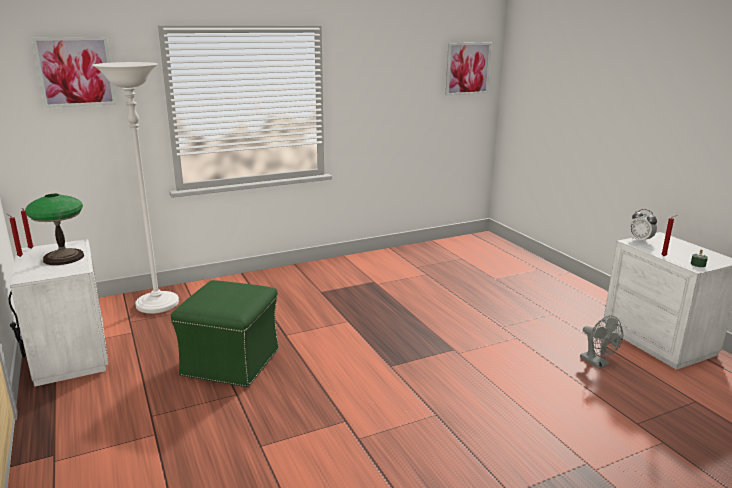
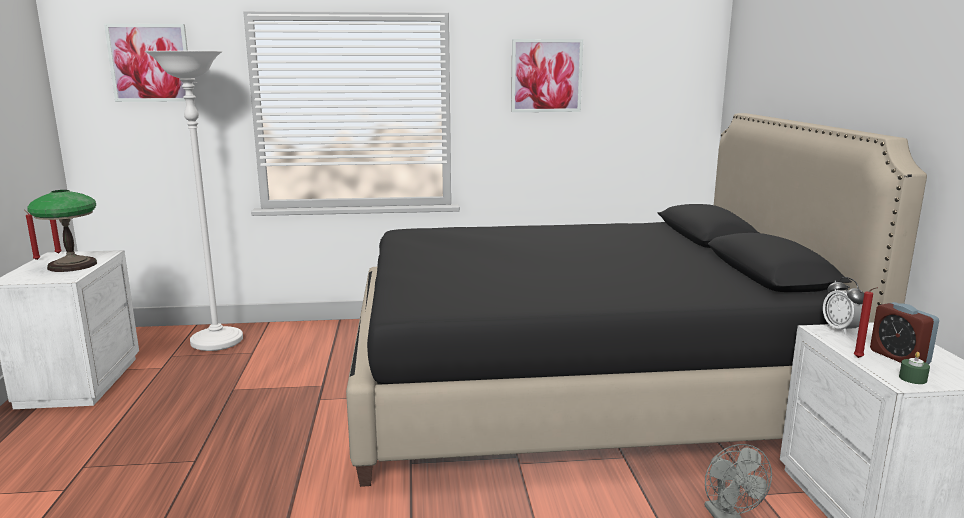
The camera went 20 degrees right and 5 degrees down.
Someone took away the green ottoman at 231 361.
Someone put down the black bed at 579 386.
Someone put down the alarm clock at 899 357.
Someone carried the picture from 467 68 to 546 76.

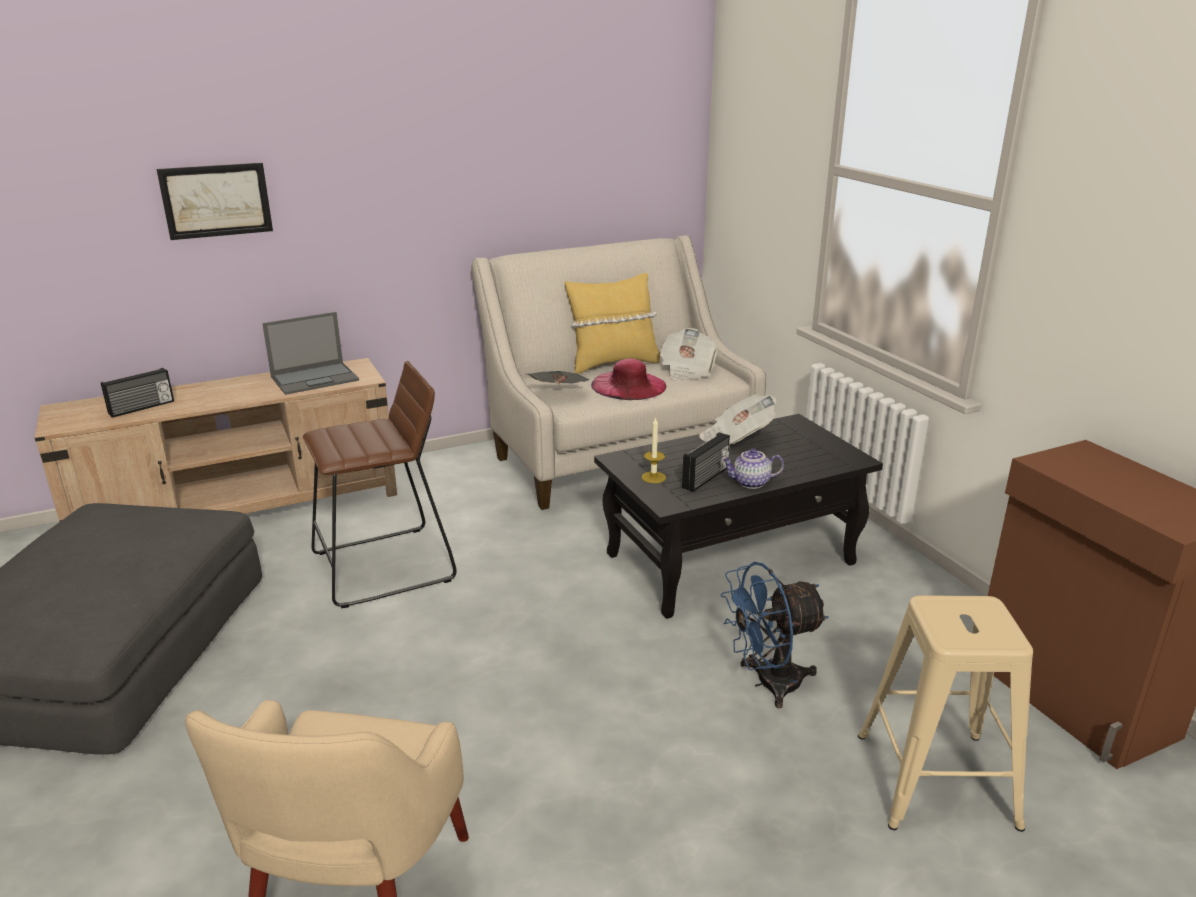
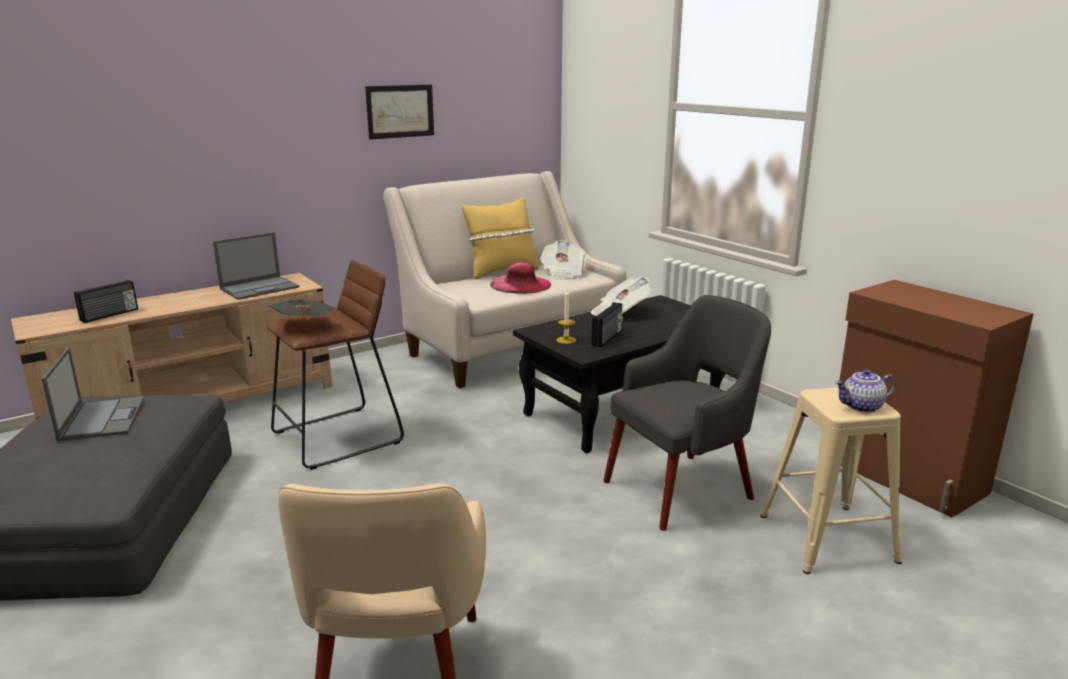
The camera went 10 degrees left and 5 degrees down.
Someone put down the laptop at 102 418.
Someone carried the picture from 216 200 to 400 111.
Someone carried the newspaper from 559 394 to 306 326.
Someone carried the teapot from 750 483 to 862 407.
Someone swapped the blue fan at 767 684 for the grey armchair at 680 489.

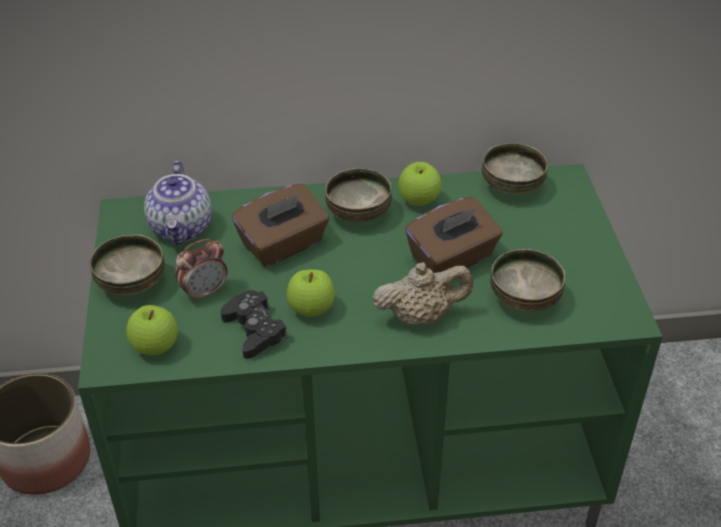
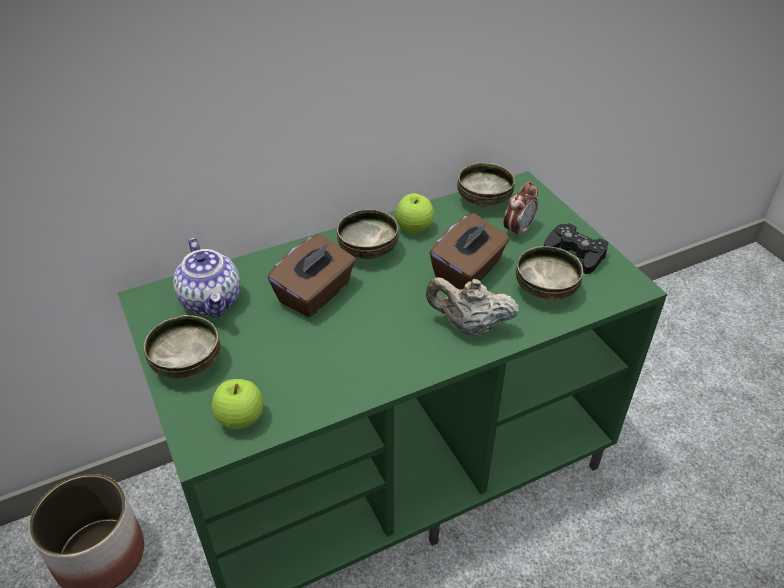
The camera went 20 degrees left and 0 degrees up.
Someone took away the apple at 311 309.
Someone carried the alarm clock from 204 292 to 518 231.
Someone carried the black game controller from 254 330 to 575 254.
Someone rotated the beige teapot at 421 316 by 135 degrees counterclockwise.

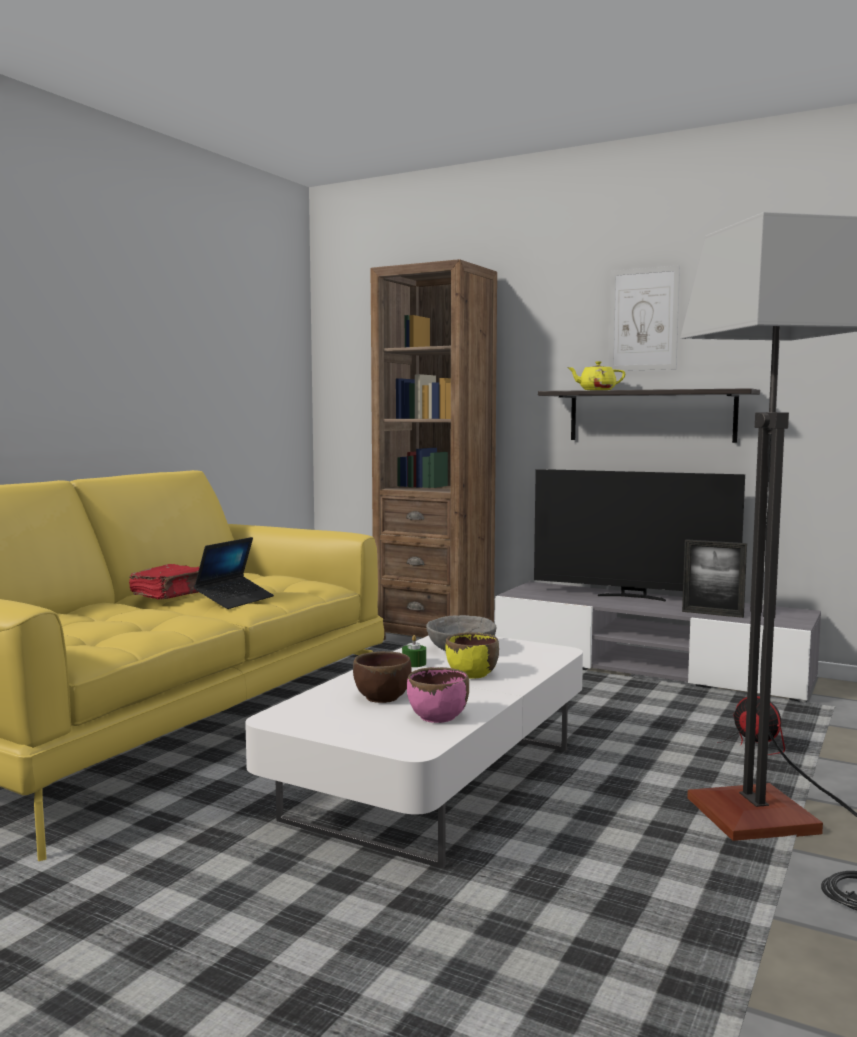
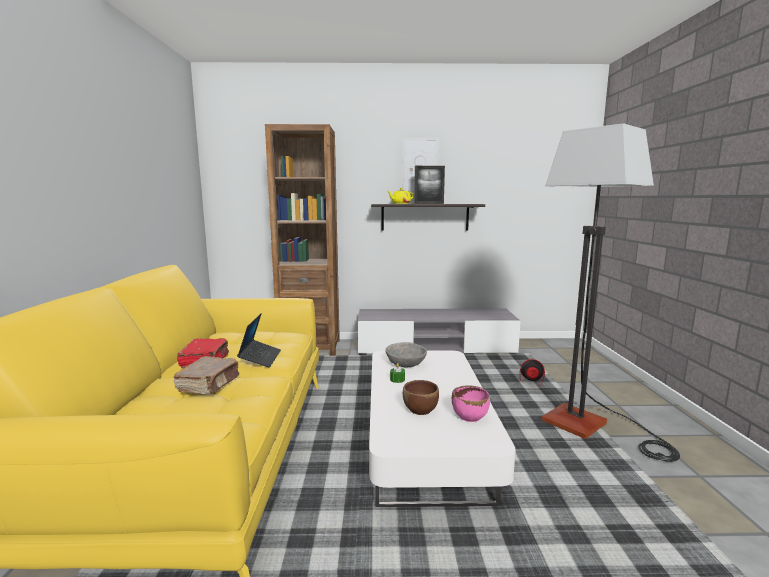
The camera went 30 degrees left and 5 degrees up.
Someone took away the yellow bowl at 471 674.
Someone took away the television at 633 597.
Someone put down the brown book at 209 385.
Someone carried the picture frame from 712 614 to 429 203.

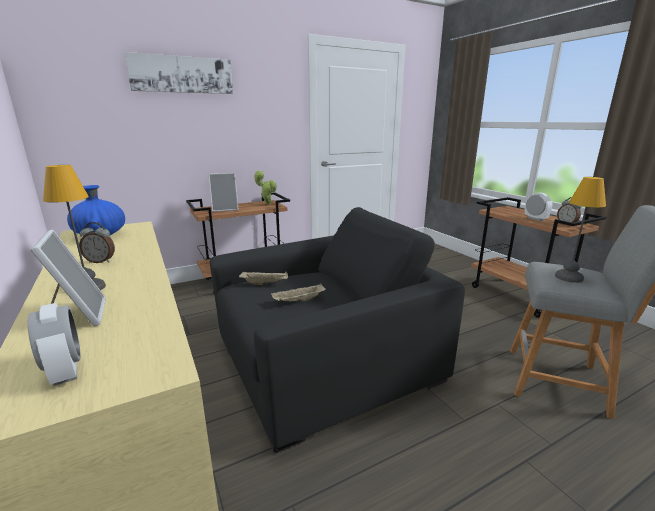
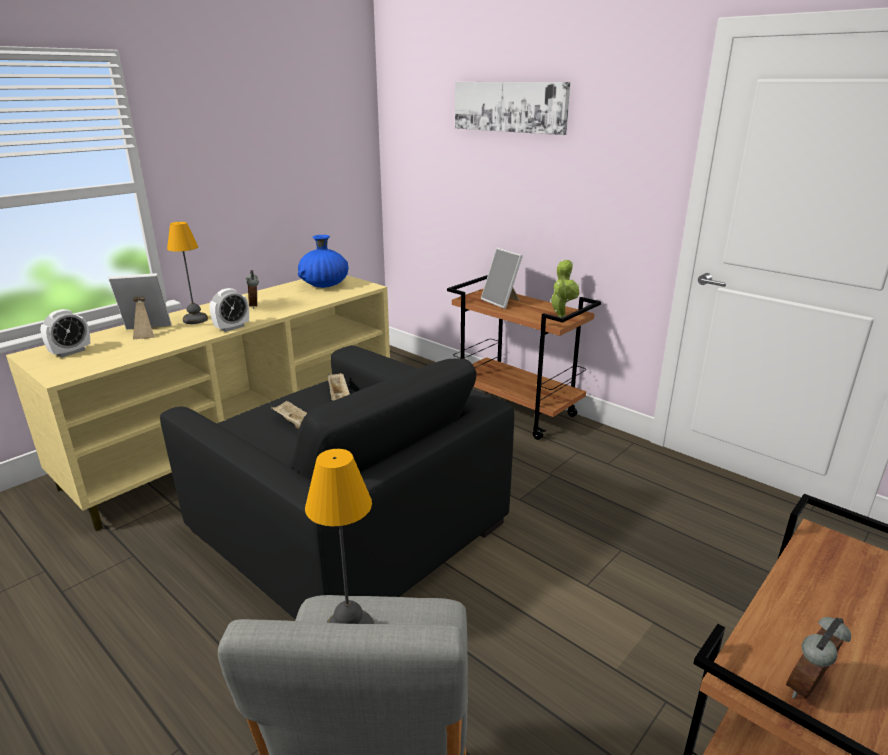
The camera went 70 degrees right and 5 degrees up.
Someone carried the alarm clock from 535 219 to 232 327.
Someone rotated the picture frame at 78 316 by 150 degrees counterclockwise.

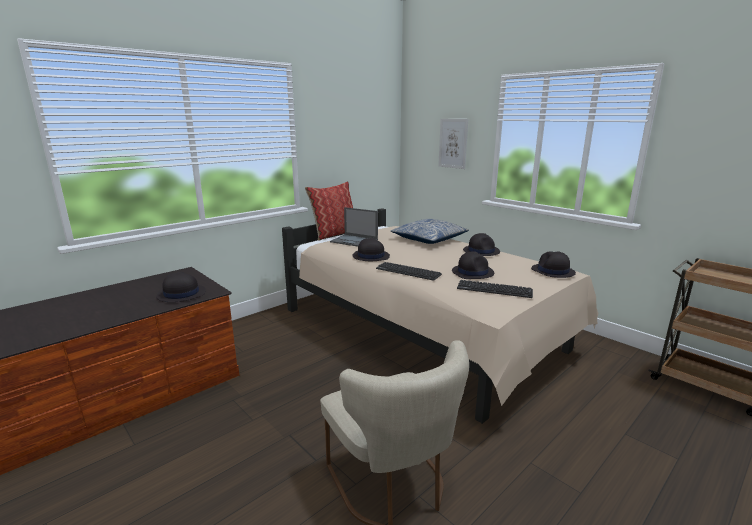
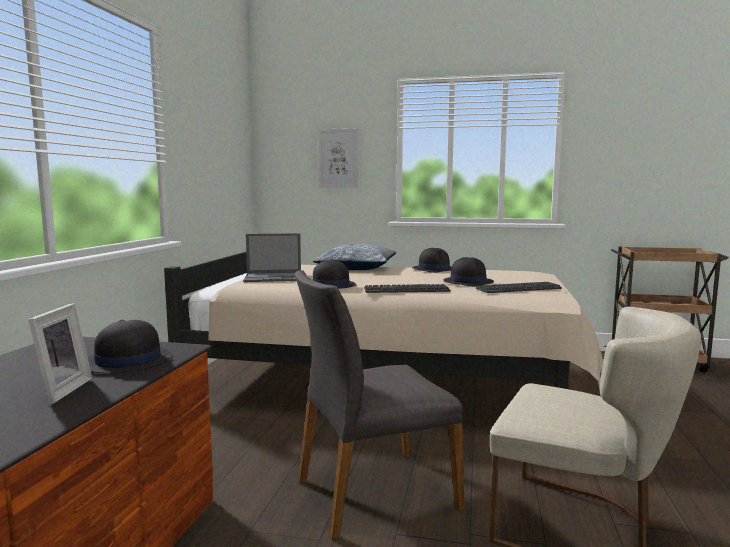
The camera went 35 degrees left and 10 degrees down.
Someone took away the pillow at 334 234.
Someone took away the black hat at 552 271.
Someone put down the picture frame at 59 390.
Someone put down the grey chair at 373 493.

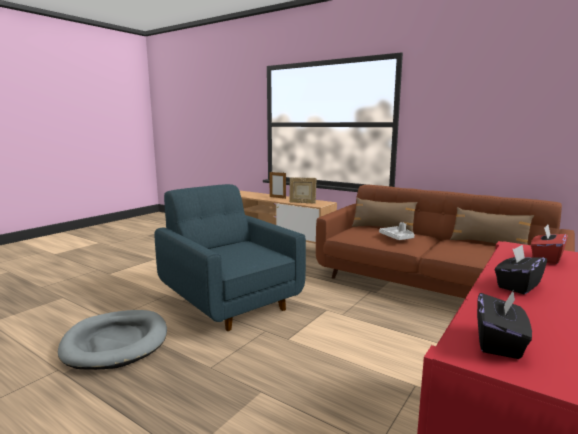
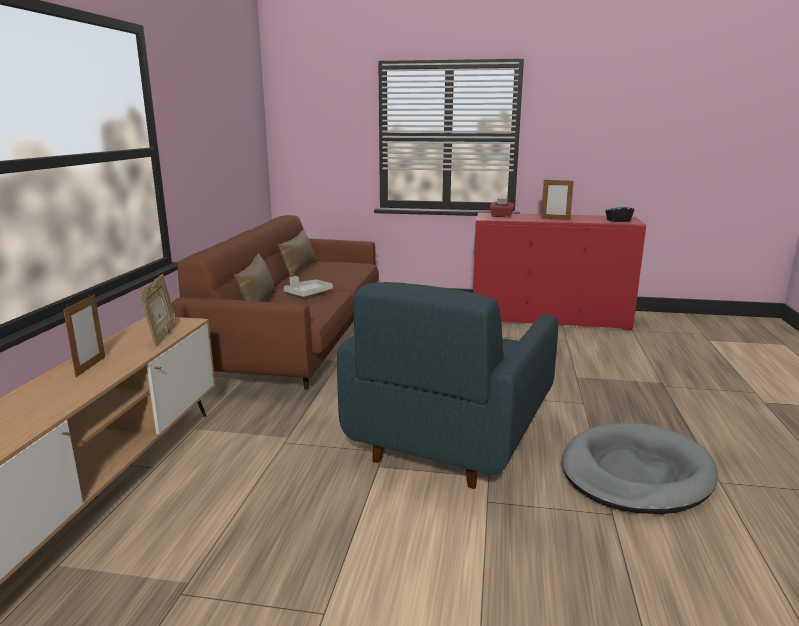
The camera went 115 degrees left and 5 degrees up.
Someone swapped the black tissue box at 517 285 for the picture frame at 555 219.

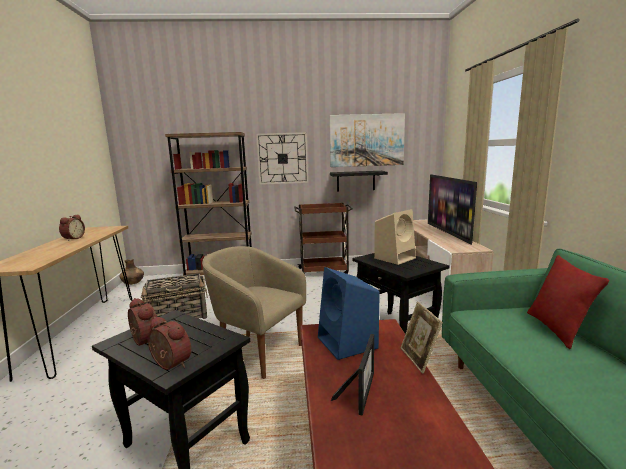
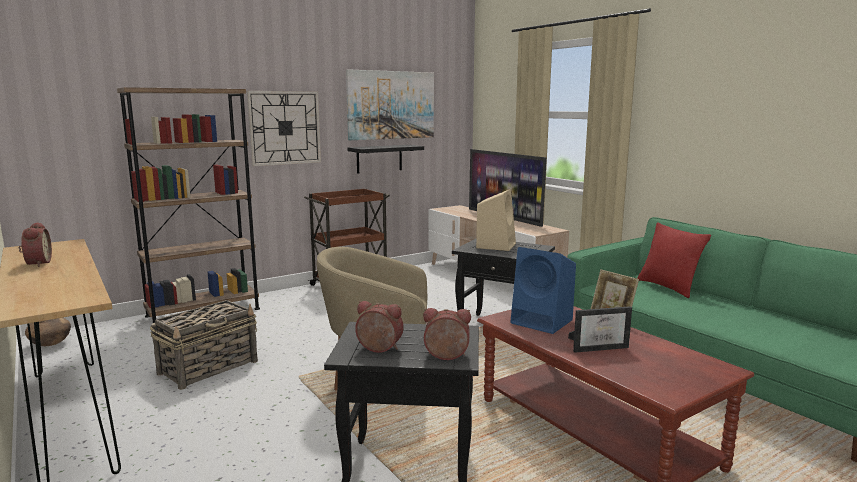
The camera went 30 degrees left and 0 degrees up.
Someone rotated the picture frame at 360 390 by 90 degrees clockwise.

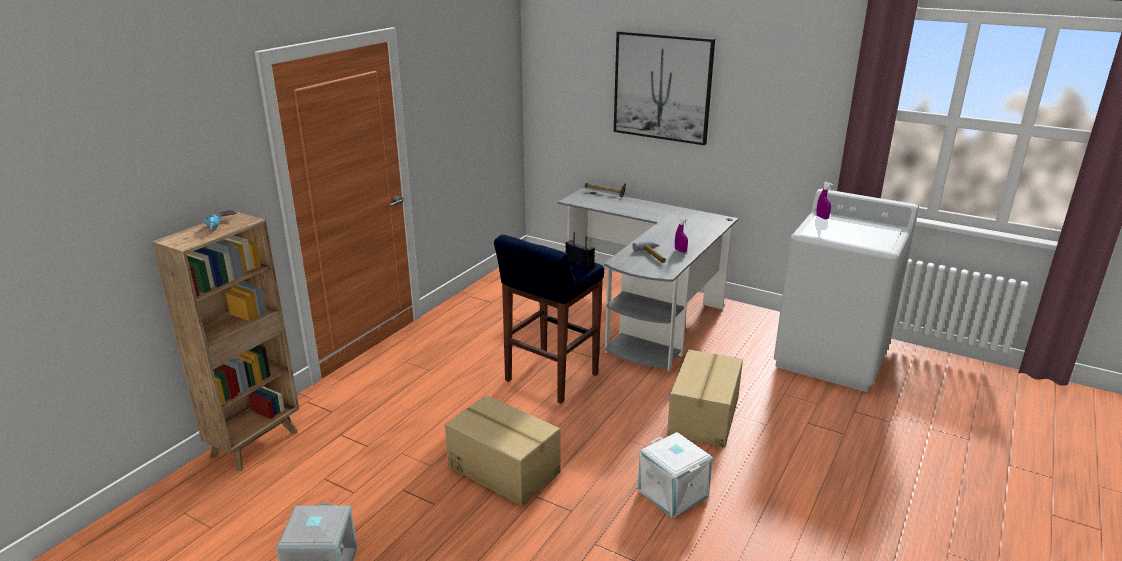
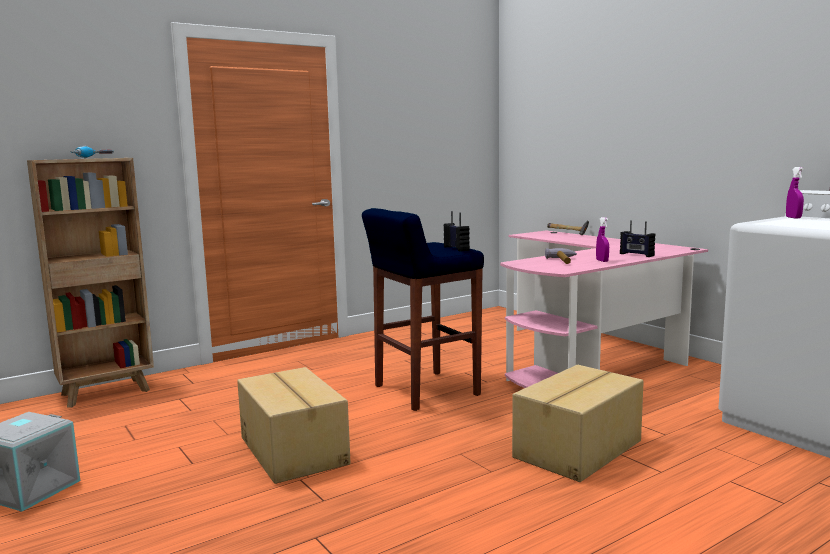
The camera went 25 degrees right and 15 degrees down.
Someone took away the picture at 662 87.
Someone took away the white storage box at 674 493.
Someone put down the radio at 636 255.
Someone repainted the grey desk at 648 311, which became the pink desk at 589 357.

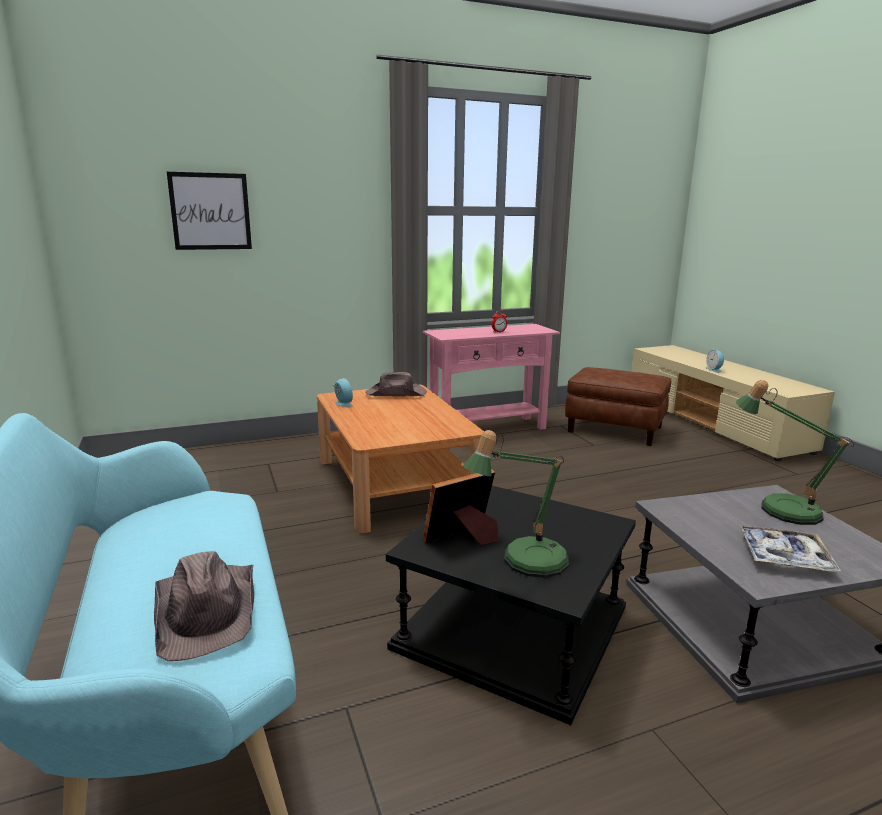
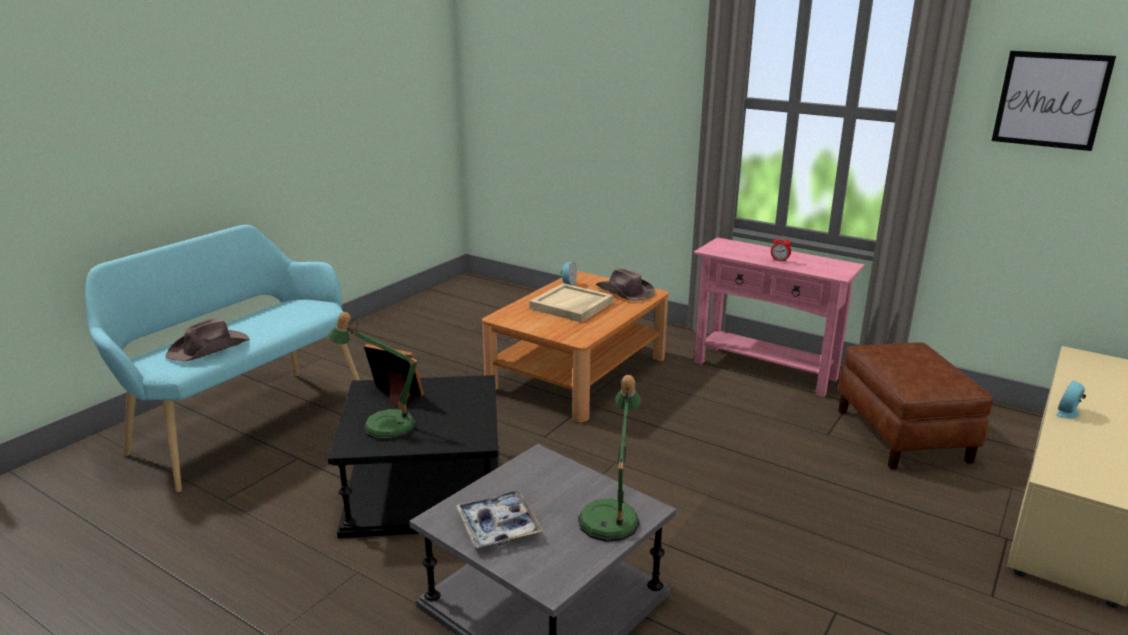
The camera went 55 degrees right and 5 degrees up.
Someone put down the beige tray at 571 306.
Someone carried the picture from 210 211 to 1050 100.

